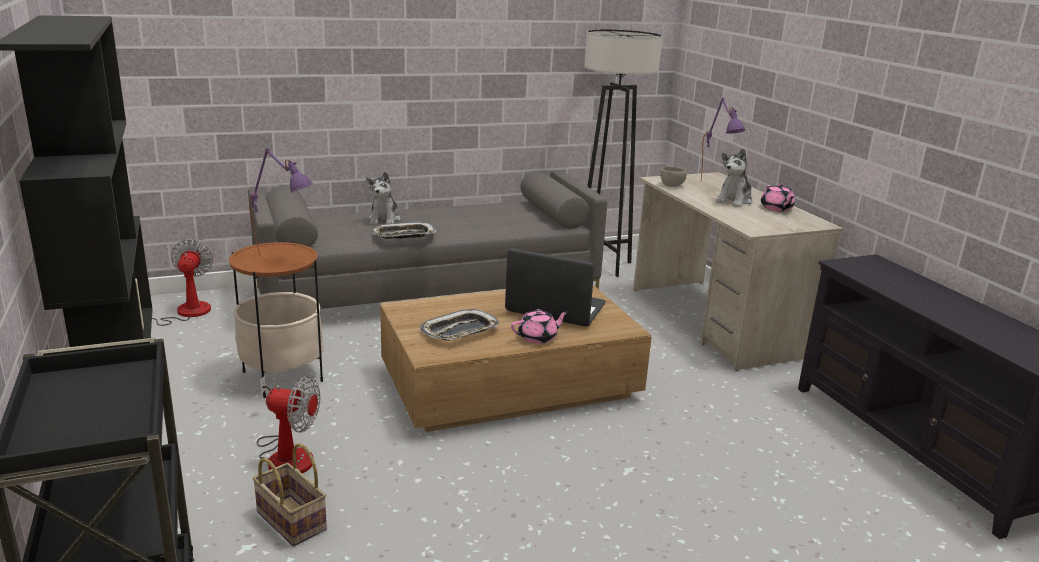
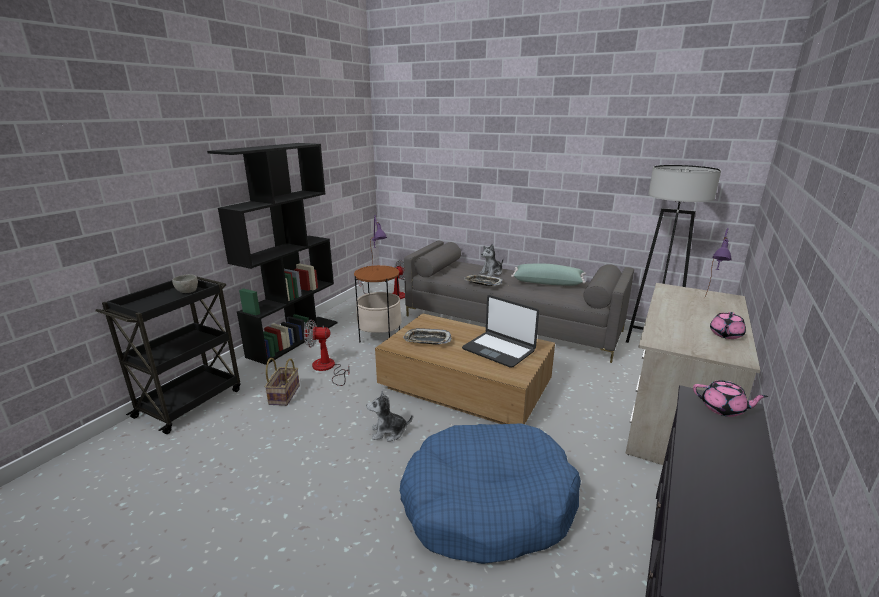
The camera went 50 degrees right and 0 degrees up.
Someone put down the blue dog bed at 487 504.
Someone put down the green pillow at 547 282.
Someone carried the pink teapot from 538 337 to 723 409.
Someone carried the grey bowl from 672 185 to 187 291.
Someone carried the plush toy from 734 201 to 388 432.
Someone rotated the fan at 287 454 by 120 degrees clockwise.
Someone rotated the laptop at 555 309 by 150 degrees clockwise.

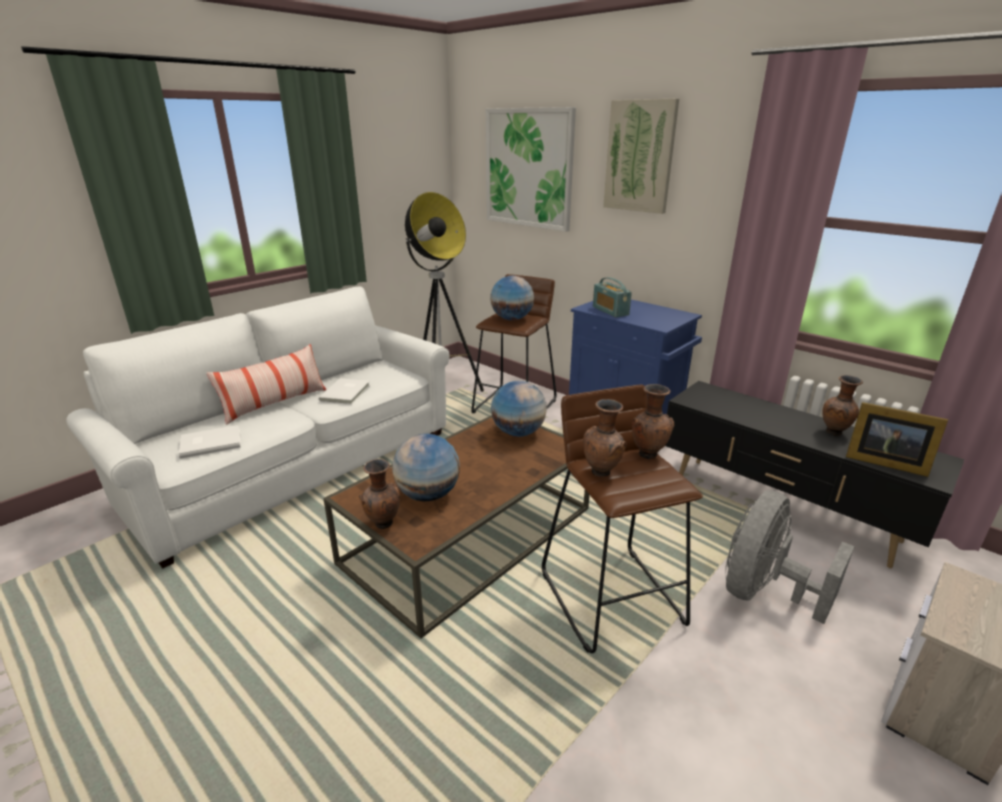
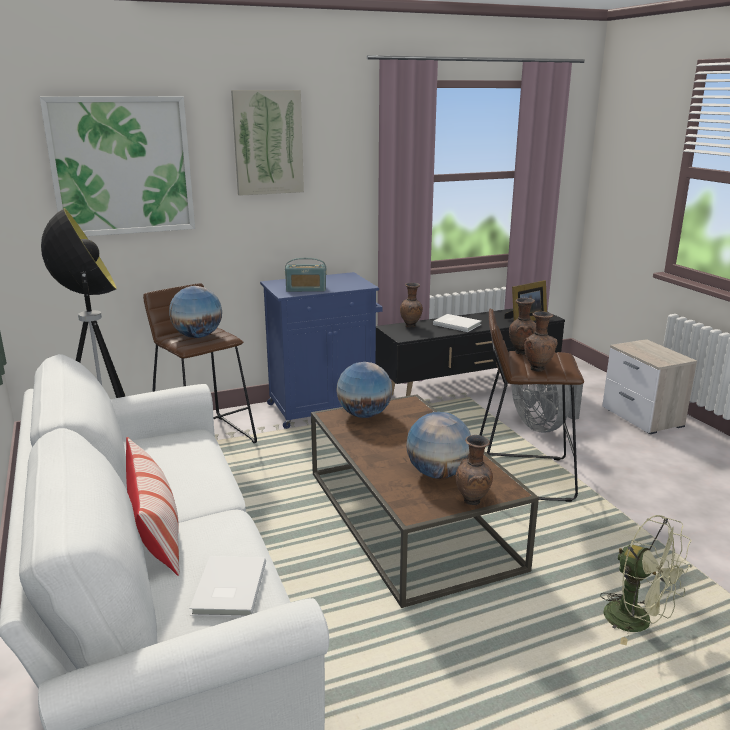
The camera went 65 degrees left and 5 degrees down.
Someone put down the green fan at 638 622.
Someone carried the white book from 347 393 to 457 324.
Someone carried the brown vase from 834 433 to 411 326.

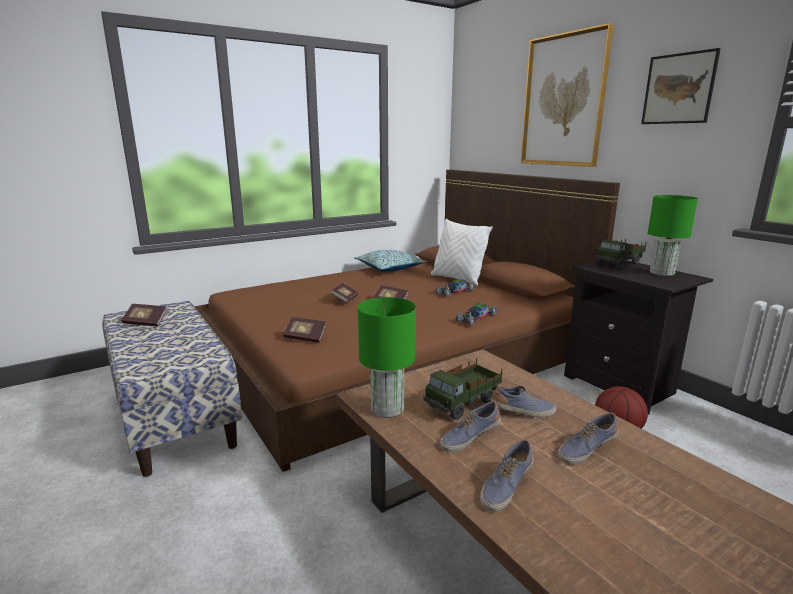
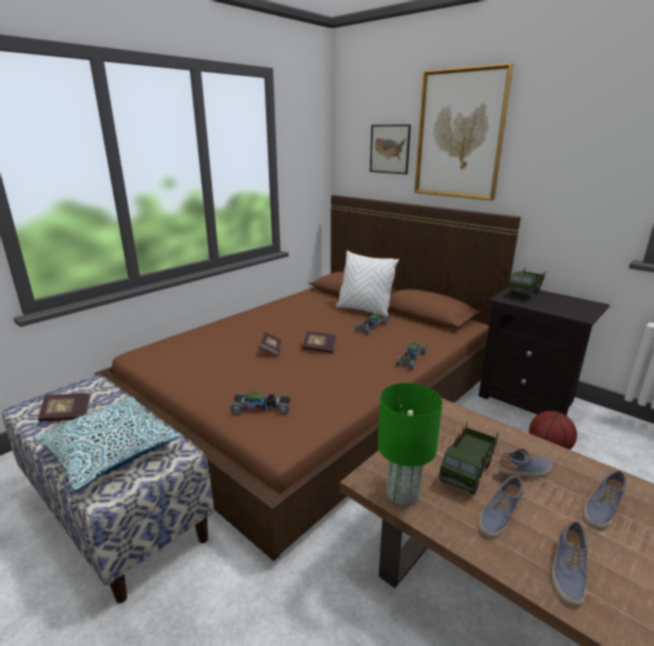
The camera went 15 degrees left and 5 degrees up.
Someone took away the green table lamp at 662 273.
Someone carried the pillow from 389 268 to 111 451.
Someone carried the picture from 678 89 to 389 149.
Someone swapped the book at 305 337 for the toy car at 261 408.

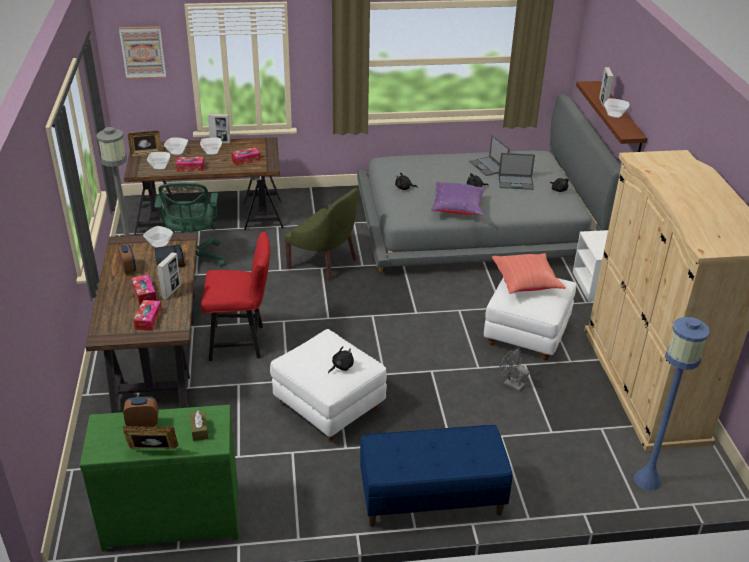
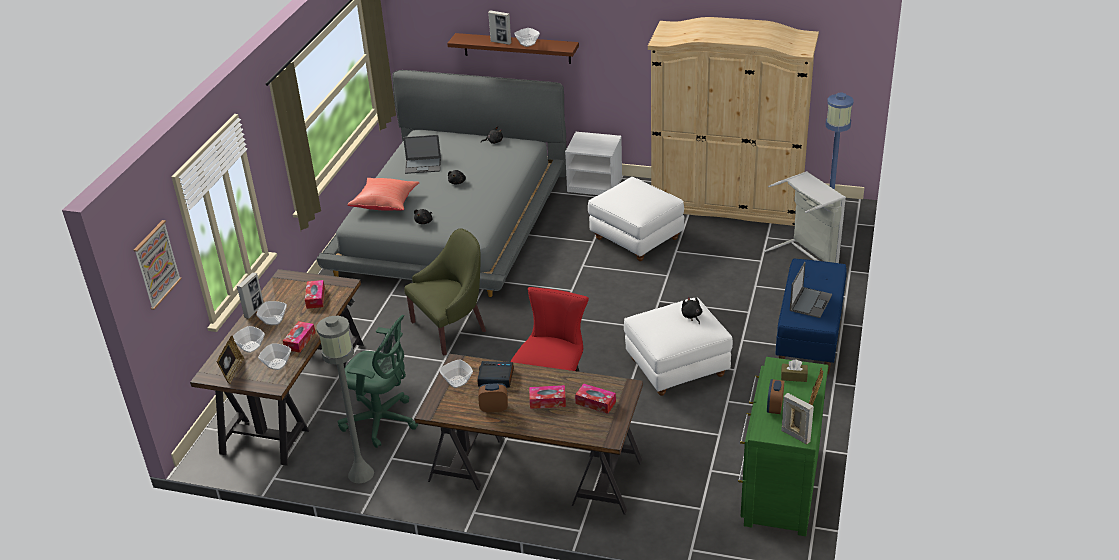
The camera went 65 degrees left and 0 degrees up.
Someone took away the purple pillow at 458 208.
Someone took away the grey fan at 511 383.
Someone put down the grey laundry basket at 807 256.
Someone carried the picture frame from 171 291 to 795 436.
Someone carried the red pillow from 526 283 to 385 203.
Someone carried the laptop from 516 182 to 810 302.

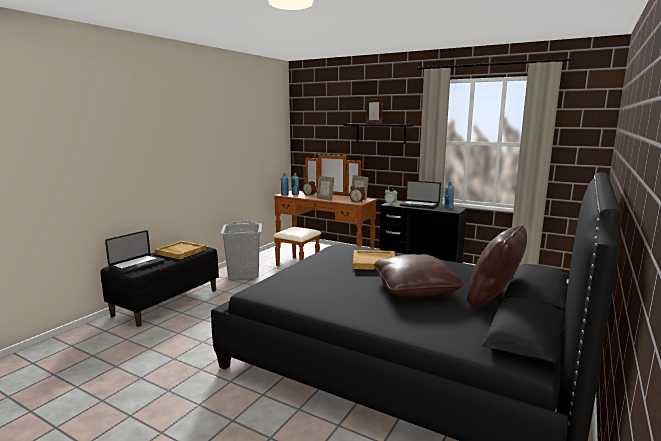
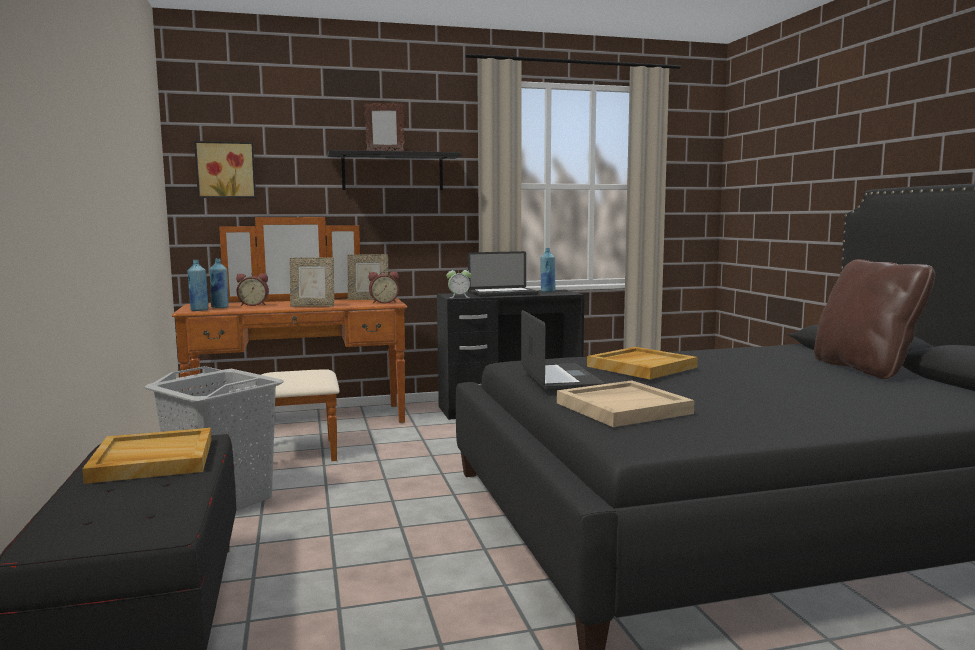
The camera went 45 degrees left and 5 degrees down.
Someone took away the brown pillow at 415 288.
Someone put up the picture at 226 170.
Someone put down the beige tray at 623 408.
Someone carried the laptop from 137 265 to 560 379.

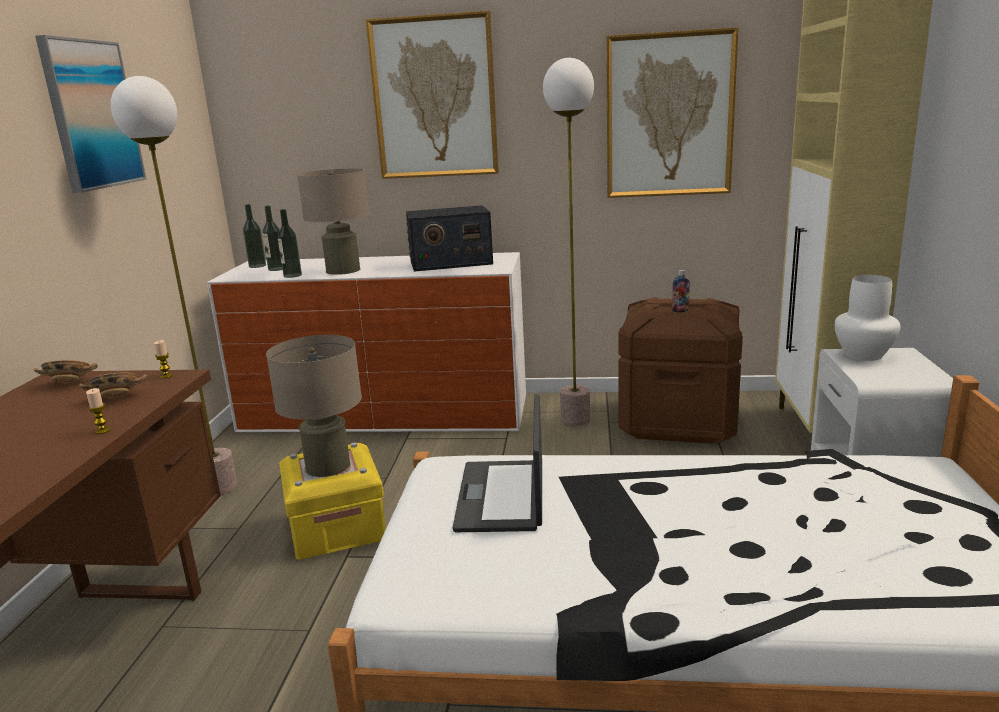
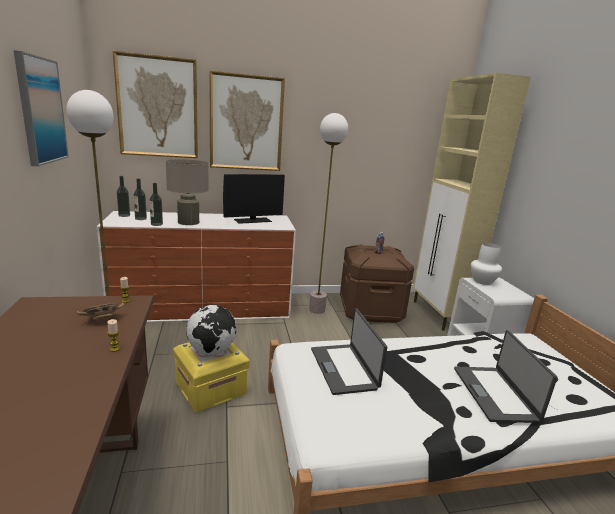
The camera went 20 degrees left and 0 degrees up.
Someone took away the bowl at 70 382.
Someone put down the laptop at 495 393.
Someone carried the picture from 669 116 to 158 107.
Someone swapped the beige table lamp at 328 466 for the globe at 212 351.
Someone swapped the radio at 450 262 for the monitor at 252 220.

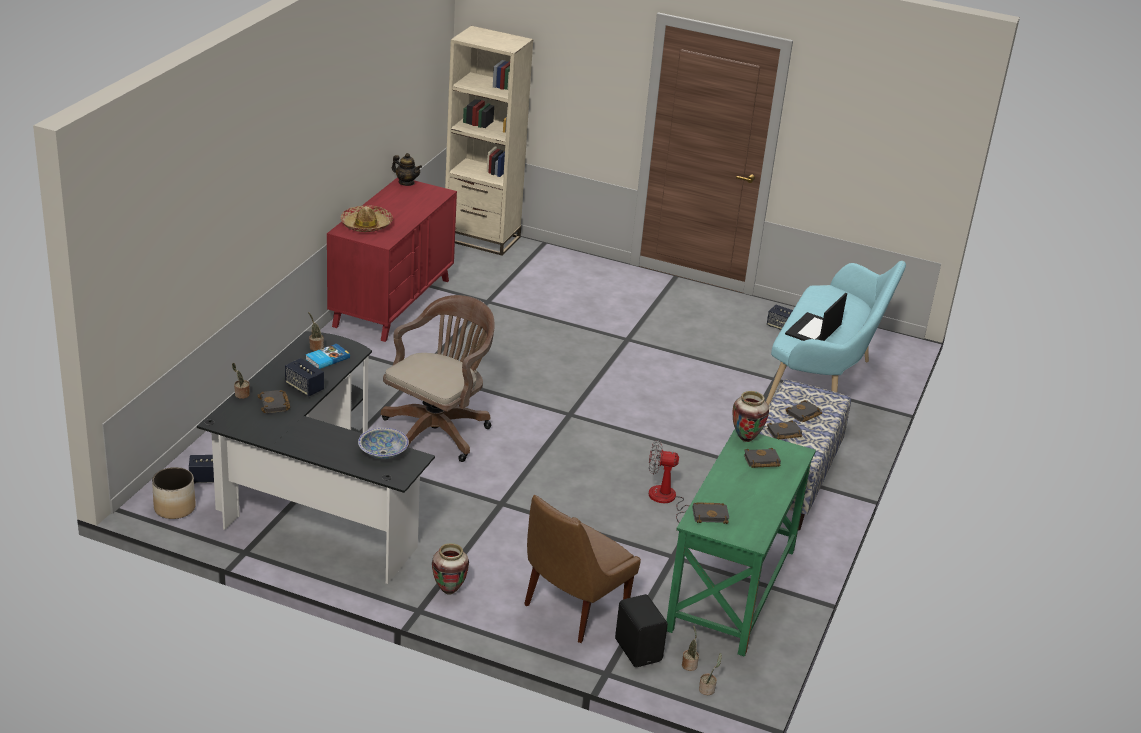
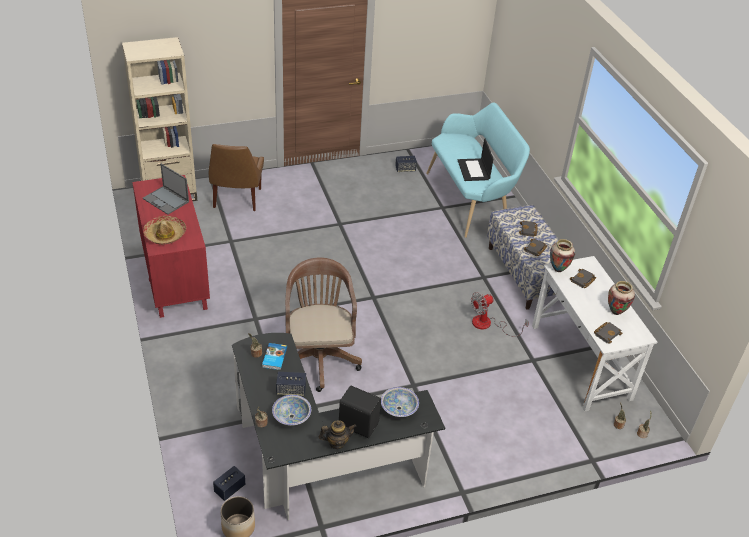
The camera went 40 degrees left and 10 degrees up.
Someone put down the laptop at 166 200.
Someone carried the teapot from 406 183 to 337 442.
Someone carried the vase from 449 590 to 616 312.
Someone carried the brown chair from 572 610 to 236 199.
Someone carried the black speaker from 639 649 to 358 423.
Someone swapped the black book at 275 404 for the bowl at 291 416.
Someone repainted the green desk at 732 590, which became the white desk at 581 362.

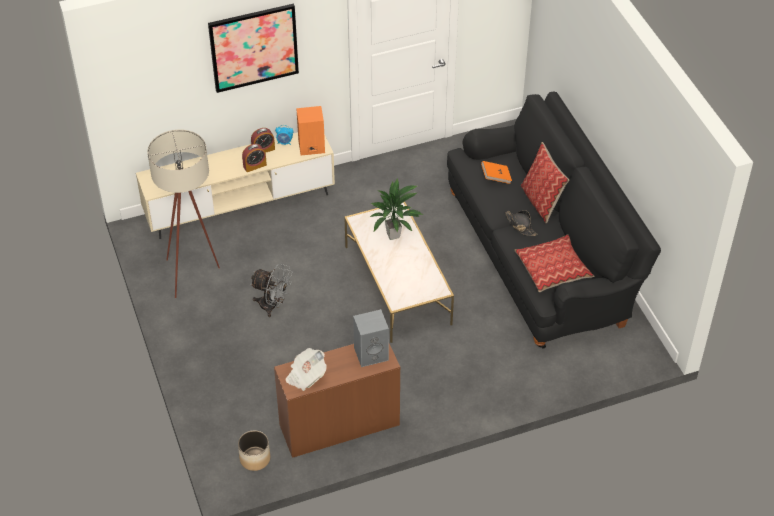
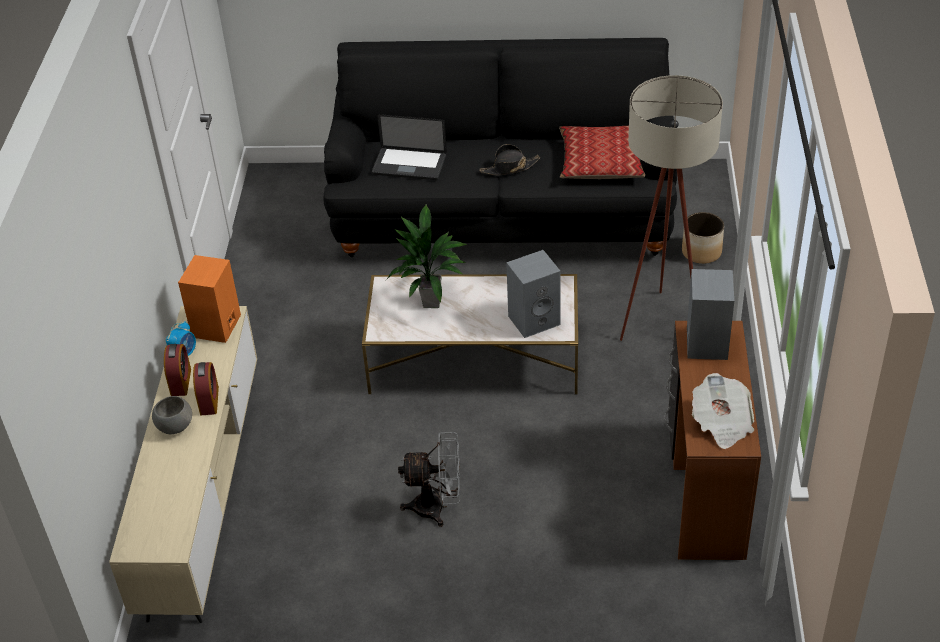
The camera went 65 degrees left and 5 degrees down.
Someone took away the picture at 254 47.
Someone took away the pillow at 541 202.
Someone put down the grey bowl at 174 426.
Someone put down the grey speaker at 534 319.
Someone carried the beige floor lamp from 194 274 to 661 318.
Someone carried the planter from 254 459 to 701 252.
Someone swapped the orange book at 496 177 for the laptop at 409 165.
Someone rotated the grey fan at 273 306 by 45 degrees clockwise.

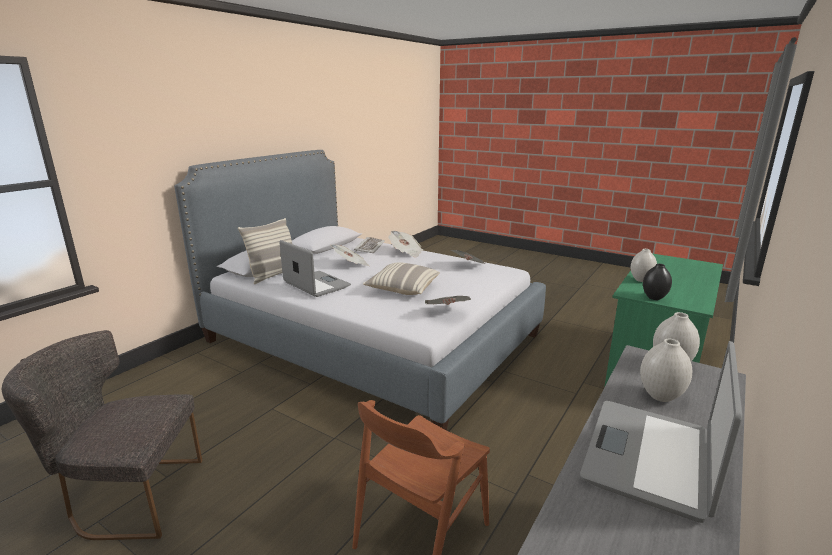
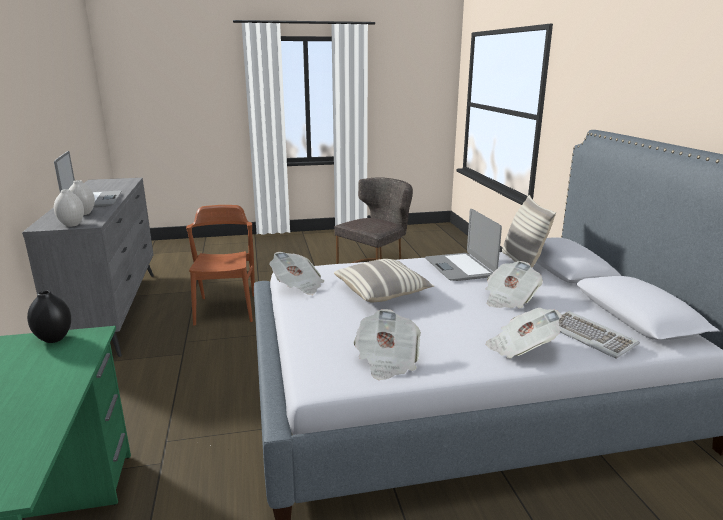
The camera went 135 degrees right and 0 degrees up.
Someone took away the white vase at 640 280.
Someone rotated the laptop at 316 285 by 75 degrees clockwise.

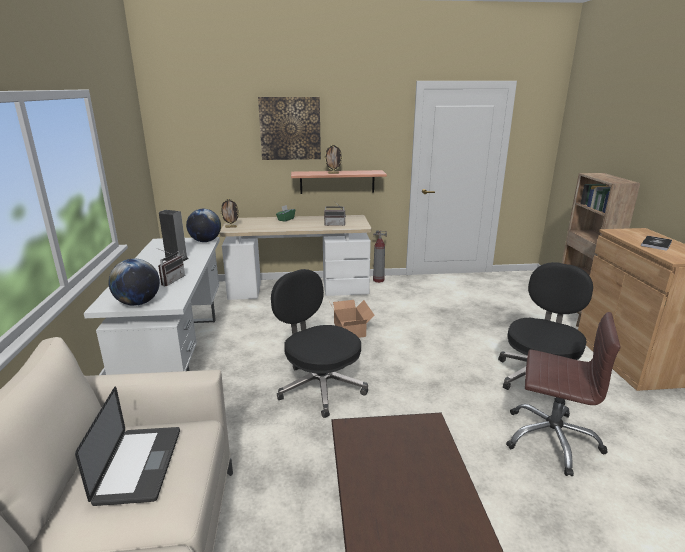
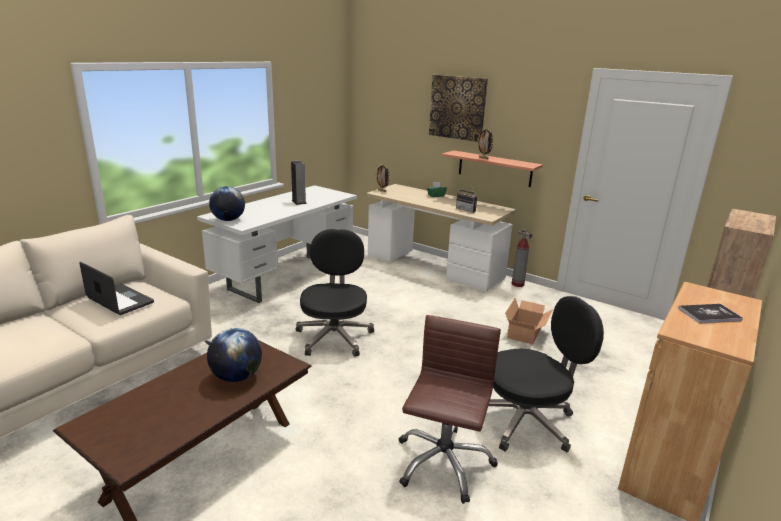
The camera went 40 degrees right and 0 degrees up.
Someone took away the radio at 170 280.
Someone carried the globe from 205 241 to 236 377.
Someone carried the cardboard box from 350 329 to 526 332.
Someone rotated the laptop at 139 465 by 90 degrees counterclockwise.
Someone rotated the brown office chair at 551 439 by 135 degrees counterclockwise.

